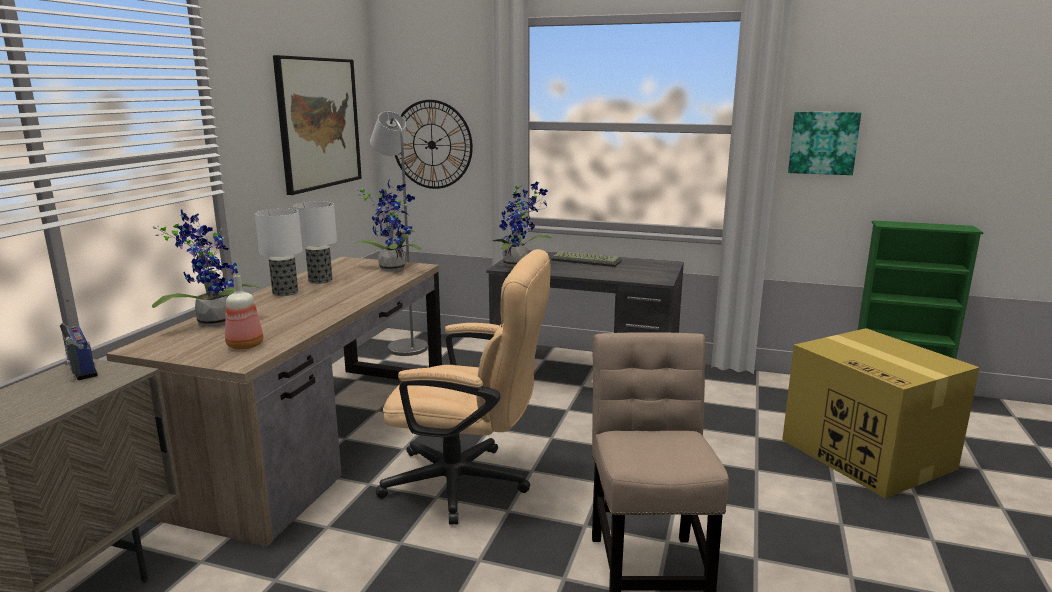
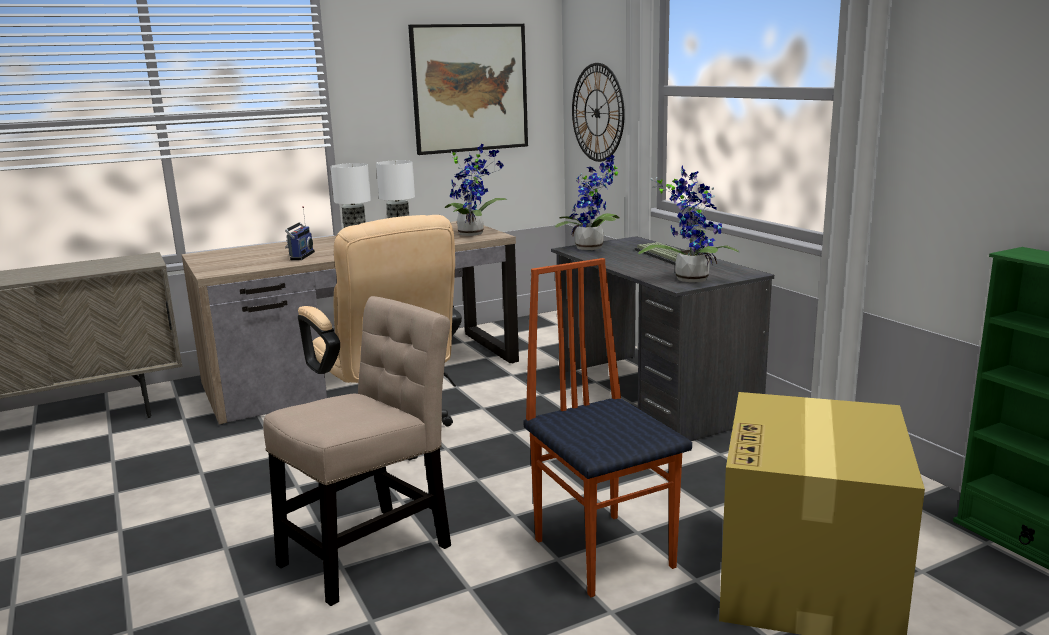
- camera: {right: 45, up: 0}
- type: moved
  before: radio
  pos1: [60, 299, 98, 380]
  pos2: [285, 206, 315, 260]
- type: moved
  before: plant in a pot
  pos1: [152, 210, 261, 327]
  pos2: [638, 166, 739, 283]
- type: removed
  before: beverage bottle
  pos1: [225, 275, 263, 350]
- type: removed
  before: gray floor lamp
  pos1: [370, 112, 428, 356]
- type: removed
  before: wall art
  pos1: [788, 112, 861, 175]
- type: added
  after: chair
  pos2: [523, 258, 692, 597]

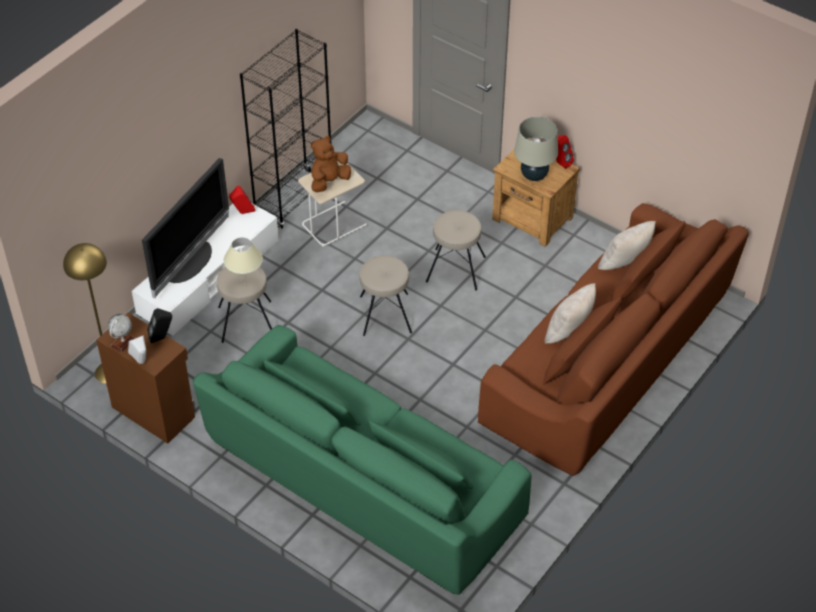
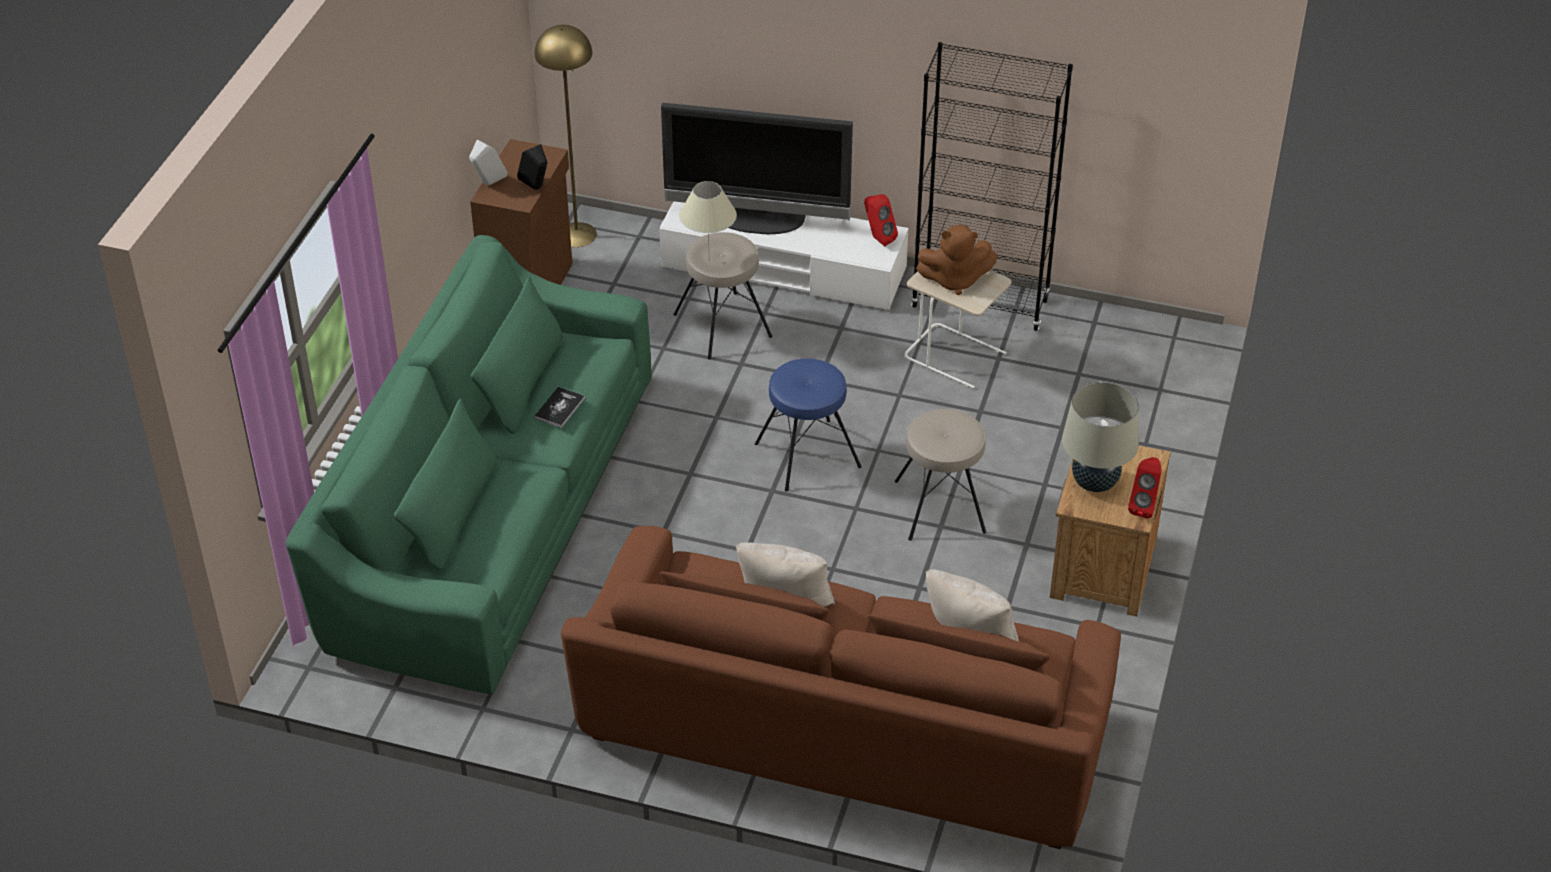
- camera: {right: 70, up: -5}
- type: removed
  before: globe
  pos1: [108, 314, 135, 352]
- type: turned
  before: brown cuddly toy
  pos1: [311, 136, 351, 192]
  pos2: [916, 225, 998, 295]
  turn: 150
- type: recoloured
  before: beige-coloured stool
  after: blue stool
  pos1: [359, 255, 412, 336]
  pos2: [755, 358, 861, 492]
- type: added
  after: volume
  pos2: [534, 387, 585, 428]

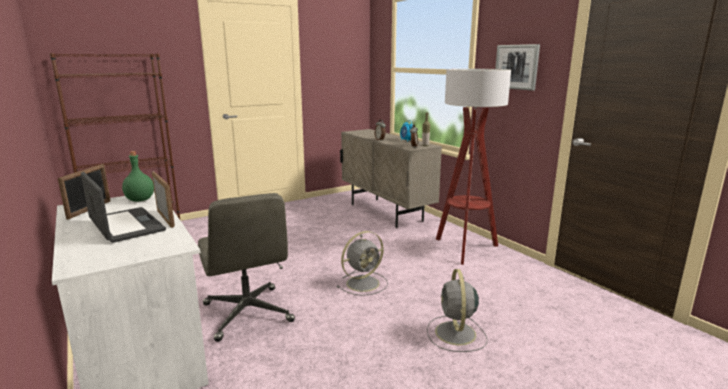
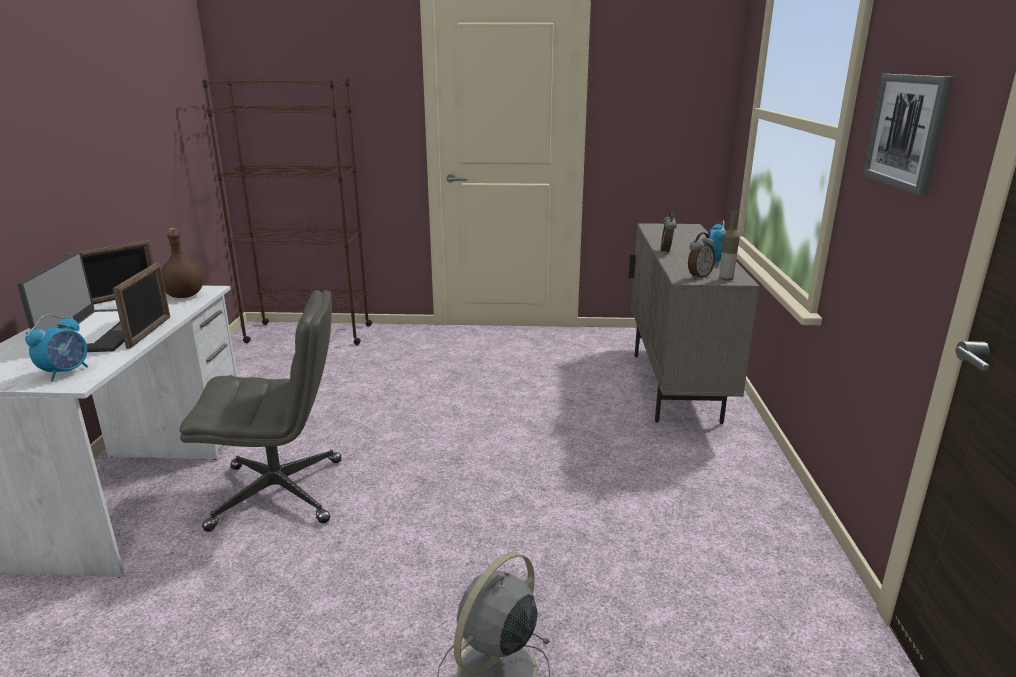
- camera: {right: 35, up: 5}
- type: recoloured
  before: greenish beverage bottle
  after: brown beverage bottle
  pos1: [122, 151, 154, 202]
  pos2: [161, 228, 203, 298]
- type: turned
  before: gray office chair
  pos1: [198, 193, 295, 342]
  pos2: [180, 290, 341, 532]
  turn: -105
- type: removed
  before: gray cooling fan
  pos1: [337, 231, 388, 296]
- type: removed
  before: floor lamp
  pos1: [436, 69, 511, 265]
- type: added
  after: alarm clock
  pos2: [25, 315, 88, 382]

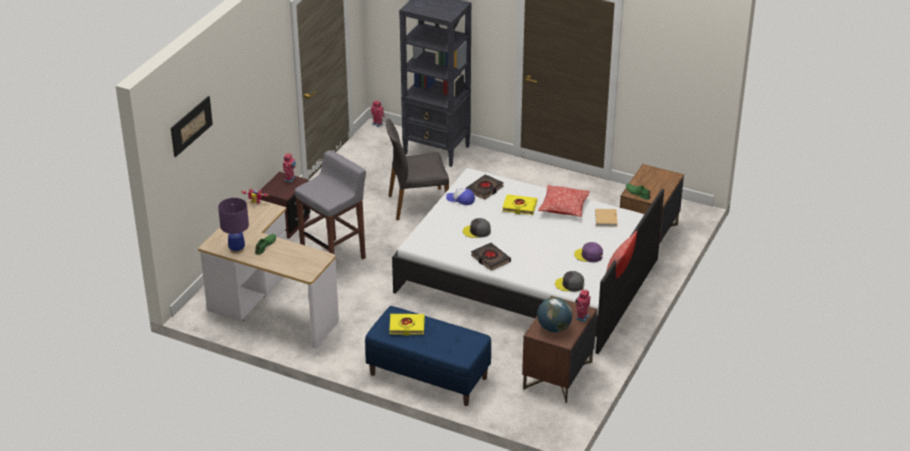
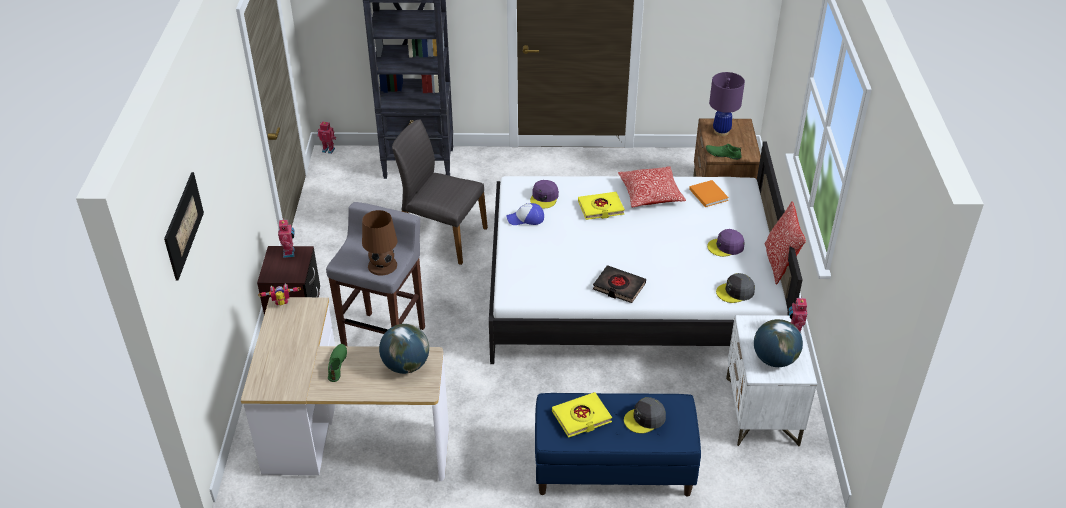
- camera: {right: -25, up: 5}
- type: moved
  before: purple-coloured tabletop lamp
  pos1: [218, 198, 249, 254]
  pos2: [709, 72, 745, 136]
- type: turned
  before: gray chair
  pos1: [386, 118, 449, 220]
  pos2: [392, 119, 488, 265]
  turn: 60
- type: moved
  before: gray cap
  pos1: [463, 218, 491, 238]
  pos2: [624, 397, 666, 434]
- type: replaced
  before: blackish volume
  after: purple-coloured cap
  pos1: [466, 174, 504, 200]
  pos2: [530, 180, 559, 208]
- type: recoloured
  before: brown bedside table
  after: white bedside table
  pos1: [522, 296, 597, 403]
  pos2: [726, 315, 817, 447]
- type: recoloured
  before: beige-coloured volume
  after: orange-coloured volume
  pos1: [595, 209, 618, 227]
  pos2: [689, 180, 729, 207]
- type: added
  after: brown tabletop lamp
  pos2: [362, 210, 397, 276]
- type: added
  after: globe
  pos2: [379, 324, 429, 374]

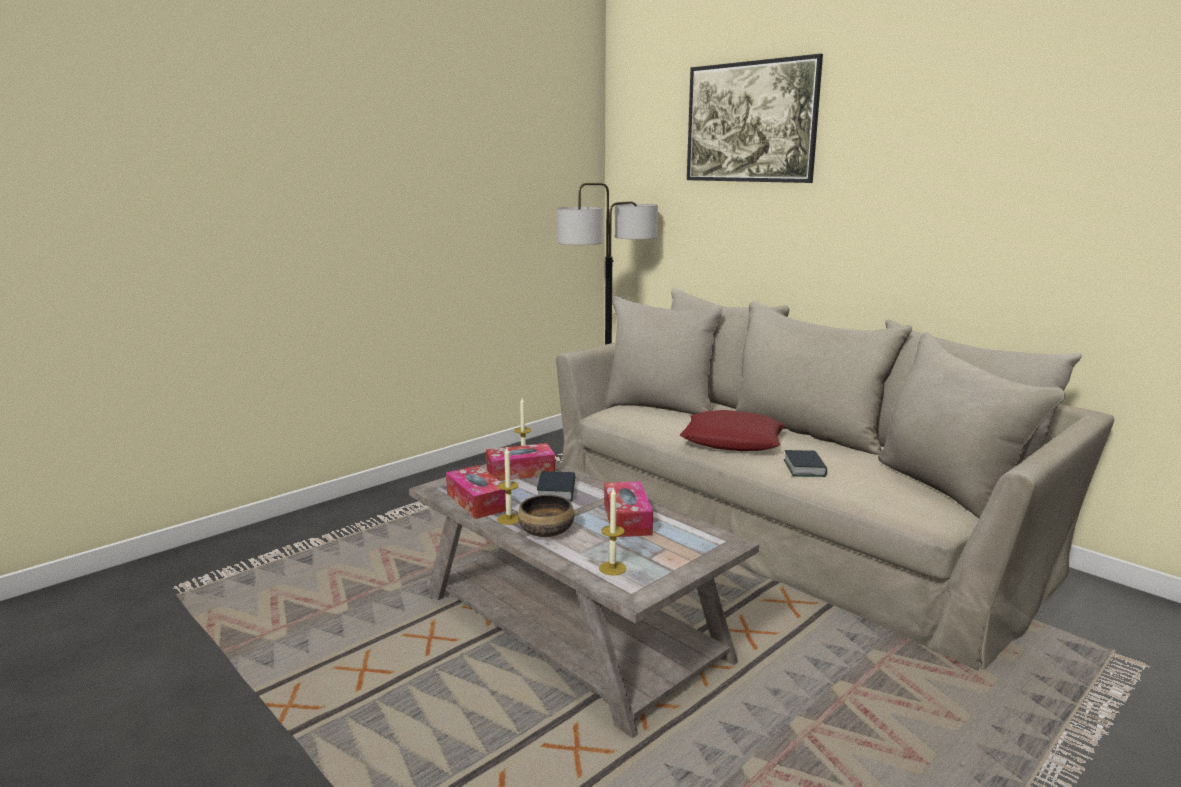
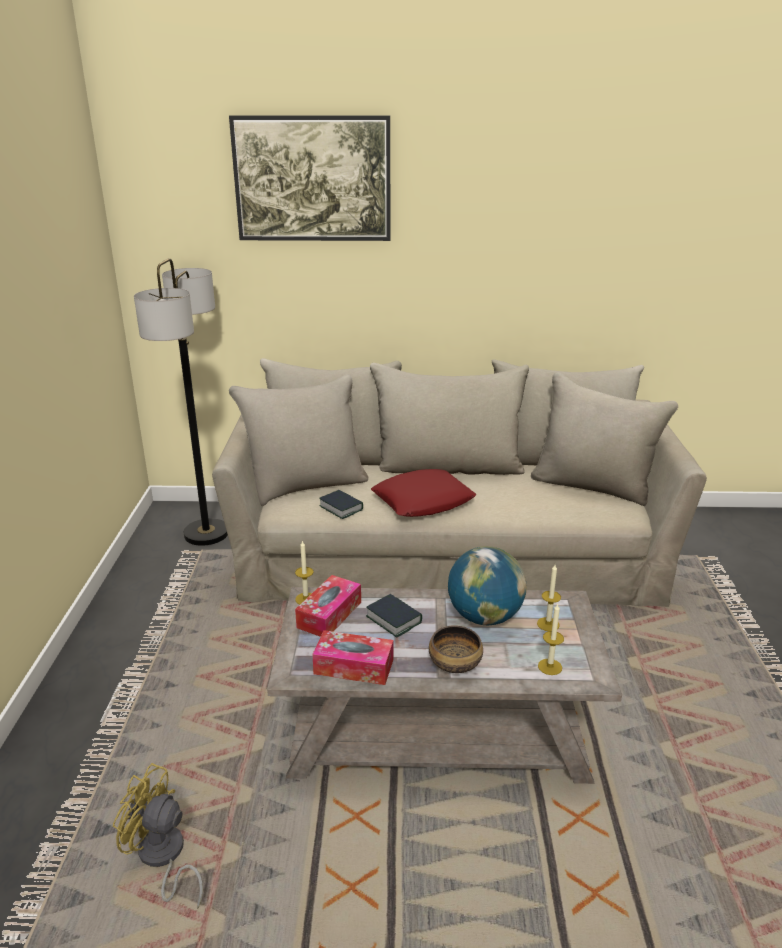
- camera: {right: -45, up: 10}
- type: moved
  before: wax candle
  pos1: [497, 448, 519, 525]
  pos2: [537, 565, 561, 631]
- type: replaced
  before: box of tissues
  after: globe
  pos1: [604, 481, 653, 537]
  pos2: [448, 546, 527, 625]
- type: moved
  before: volume
  pos1: [784, 450, 827, 477]
  pos2: [319, 490, 363, 519]
- type: added
  after: yellow cooling fan
  pos2: [113, 763, 203, 909]

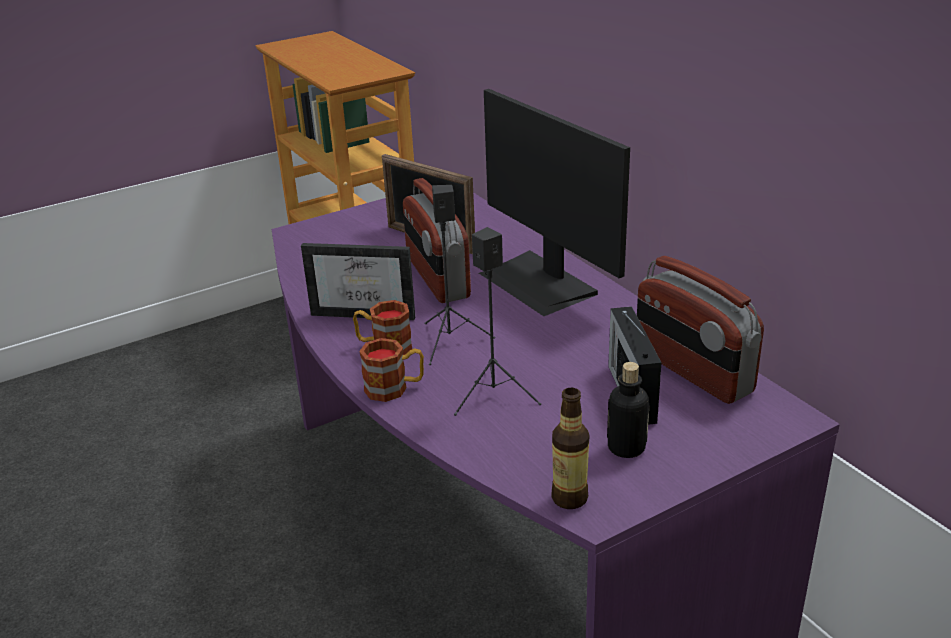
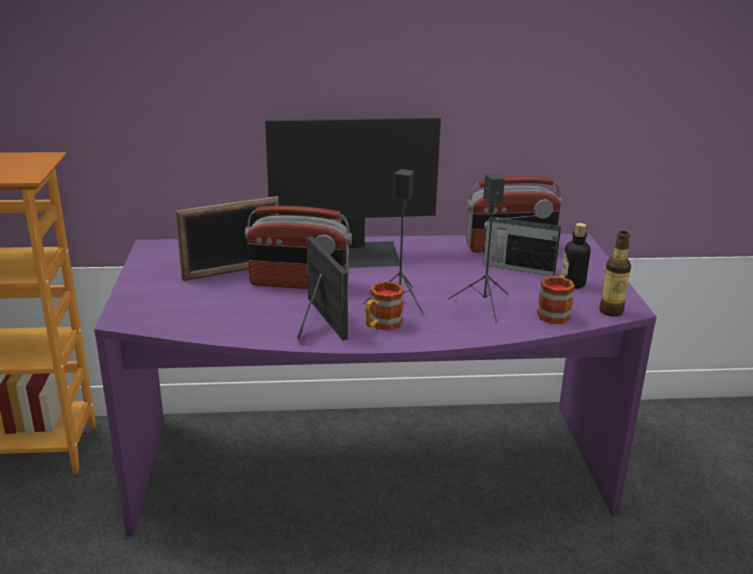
- camera: {right: -65, up: -5}
- type: turned
  before: picture frame
  pos1: [301, 243, 415, 320]
  pos2: [297, 236, 348, 340]
  turn: -60
- type: moved
  before: mug
  pos1: [359, 338, 424, 402]
  pos2: [537, 275, 575, 324]

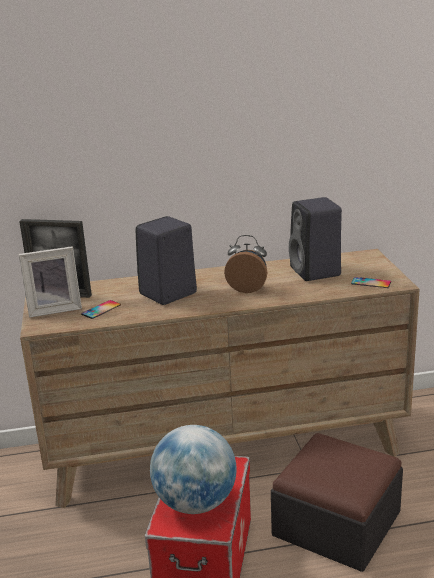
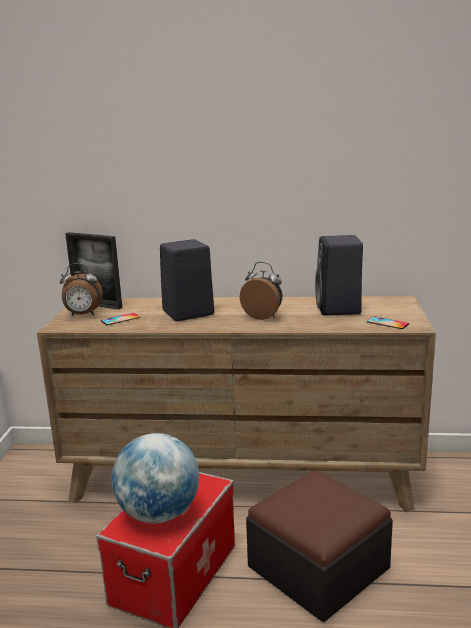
- camera: {right: 15, up: -5}
- type: replaced
  before: picture frame
  after: alarm clock
  pos1: [19, 246, 82, 318]
  pos2: [60, 263, 103, 316]

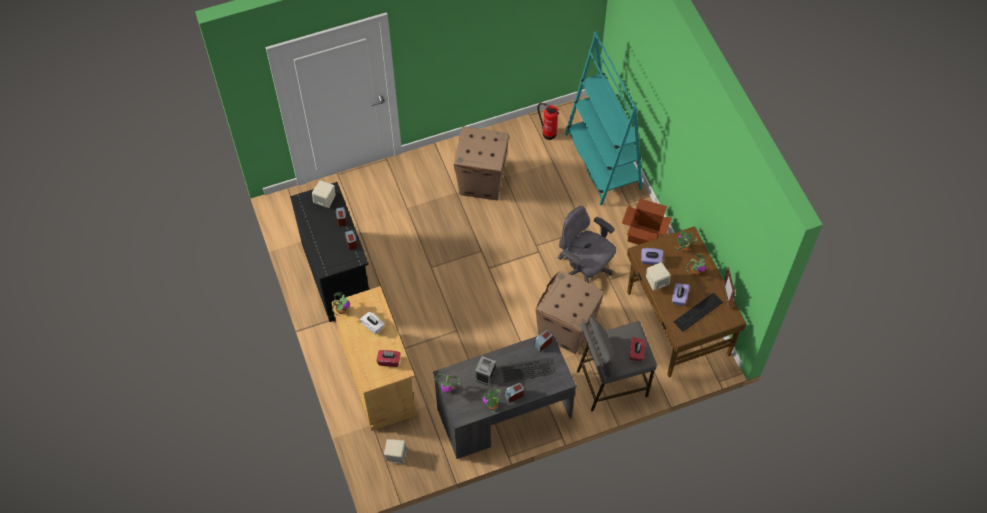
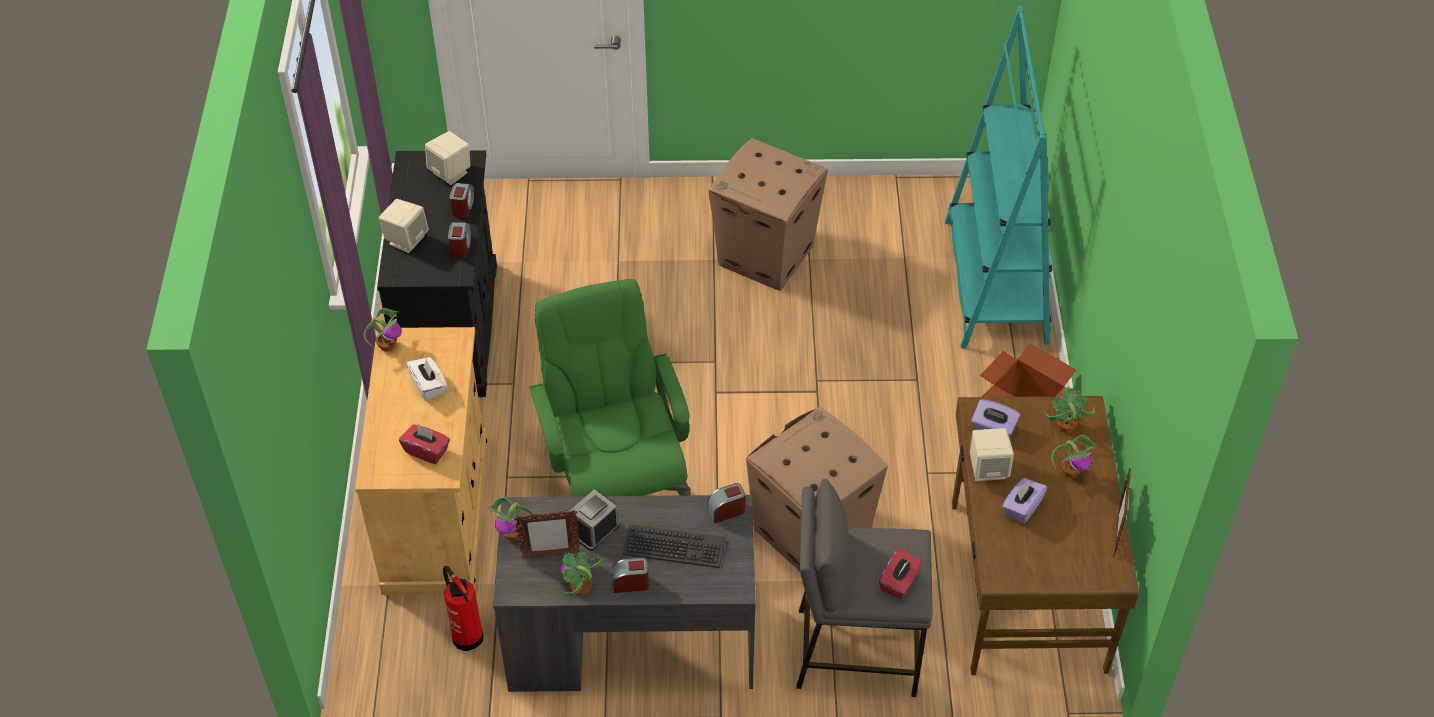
- camera: {right: 20, up: -10}
- type: moved
  before: beige-coloured speaker
  pos1: [384, 439, 407, 464]
  pos2: [379, 199, 429, 253]
- type: moved
  before: extinguisher
  pos1: [537, 103, 560, 140]
  pos2: [443, 566, 484, 651]
- type: removed
  before: gray office chair
  pos1: [557, 206, 616, 283]
- type: removed
  before: computer keyboard
  pos1: [674, 292, 723, 332]
- type: added
  after: picture frame
  pos2: [514, 509, 580, 559]
- type: added
  after: greenish office chair
  pos2: [529, 279, 691, 497]

